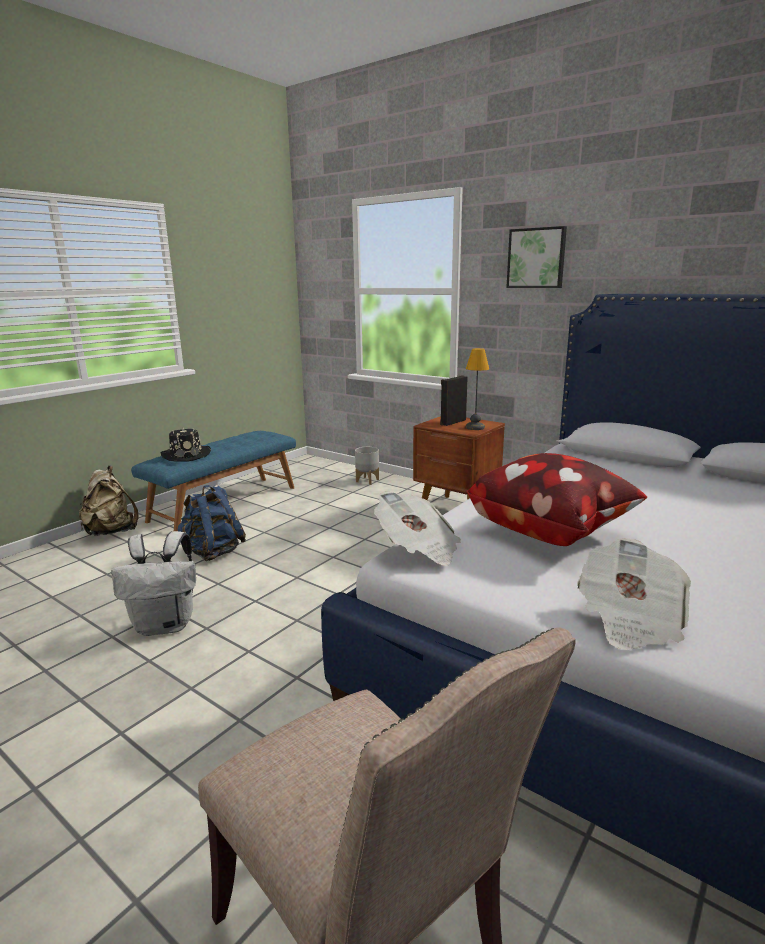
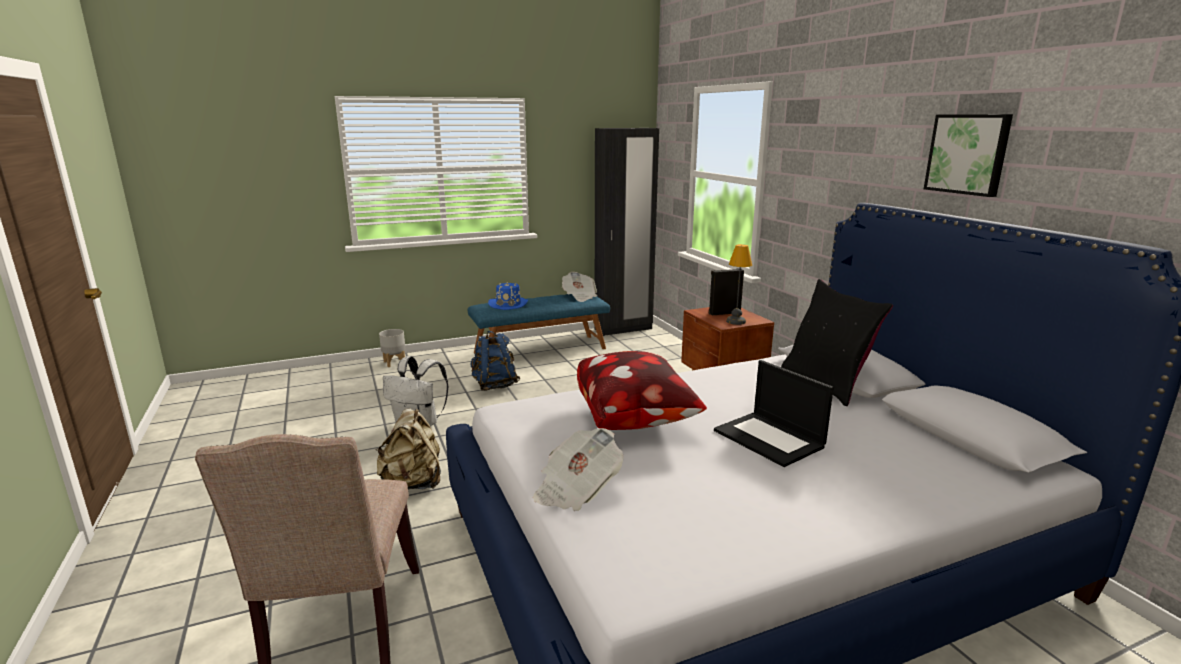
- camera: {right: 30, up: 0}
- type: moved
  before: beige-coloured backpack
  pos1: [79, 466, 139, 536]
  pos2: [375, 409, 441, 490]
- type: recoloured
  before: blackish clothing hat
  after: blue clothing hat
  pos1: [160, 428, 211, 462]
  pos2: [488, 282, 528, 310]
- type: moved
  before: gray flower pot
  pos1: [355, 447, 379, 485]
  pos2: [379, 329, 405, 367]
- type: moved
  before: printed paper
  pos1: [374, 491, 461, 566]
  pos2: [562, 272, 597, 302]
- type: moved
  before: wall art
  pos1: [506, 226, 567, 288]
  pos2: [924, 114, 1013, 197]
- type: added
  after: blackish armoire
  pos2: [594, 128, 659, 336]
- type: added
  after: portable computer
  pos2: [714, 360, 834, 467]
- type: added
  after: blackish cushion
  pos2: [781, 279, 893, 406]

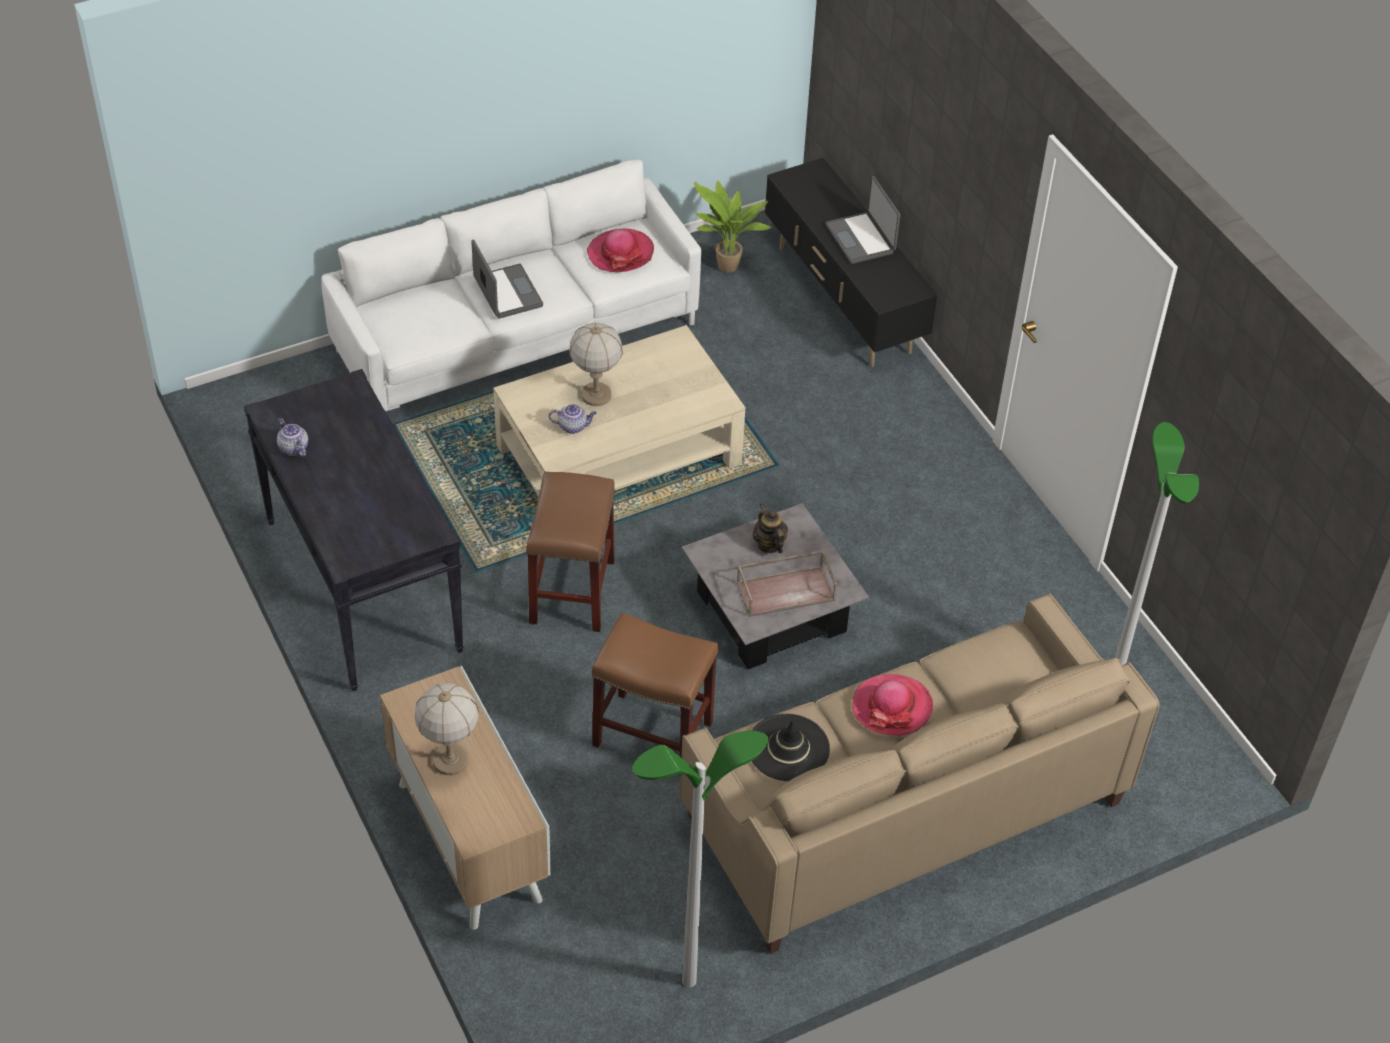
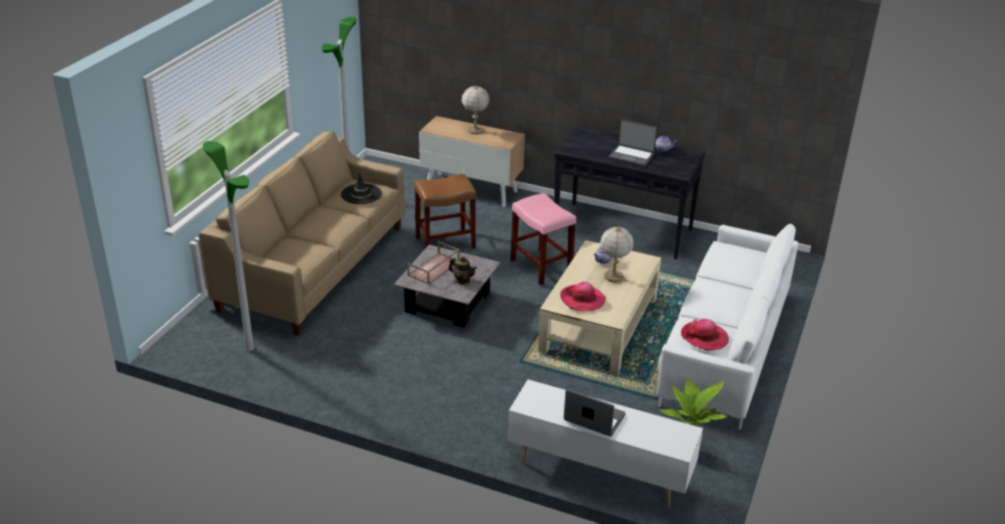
- camera: {right: 140, up: -15}
- type: moved
  before: portable computer
  pos1: [471, 240, 543, 319]
  pos2: [609, 119, 657, 167]
- type: recoloured
  before: brown stool
  after: pink-coloured stool
  pos1: [526, 472, 615, 632]
  pos2: [510, 193, 576, 286]
- type: recoloured
  before: blackish media console
  after: white media console
  pos1: [765, 158, 937, 367]
  pos2: [508, 380, 703, 508]
- type: moved
  before: clothing hat
  pos1: [852, 674, 933, 735]
  pos2: [560, 282, 606, 312]

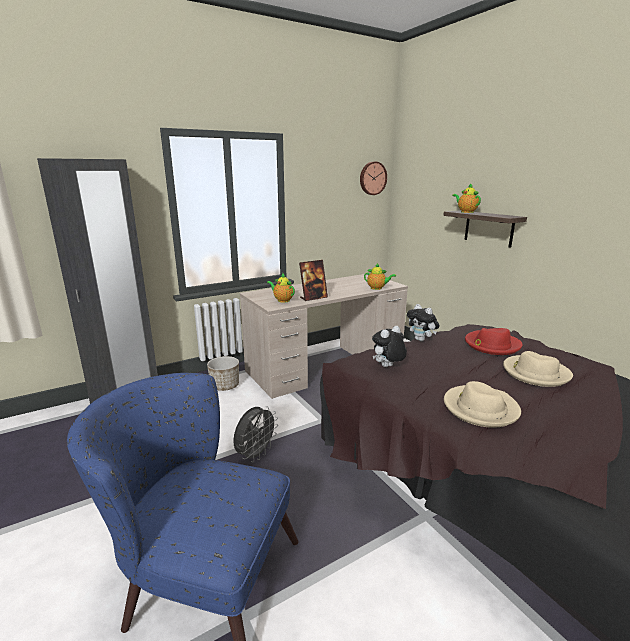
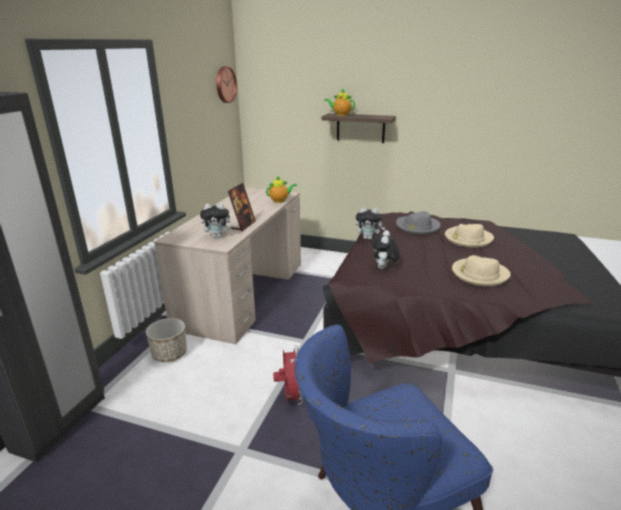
- camera: {right: -40, up: 5}
- type: recoloured
  before: gray cooling fan
  after: reddish cooling fan
  pos1: [233, 406, 278, 462]
  pos2: [273, 345, 303, 405]
- type: replaced
  before: pot for tea
  after: cuddly toy
  pos1: [267, 274, 295, 303]
  pos2: [200, 203, 234, 238]
- type: recoloured
  before: reddish clothing hat
  after: gray clothing hat
  pos1: [465, 328, 523, 355]
  pos2: [396, 211, 440, 235]

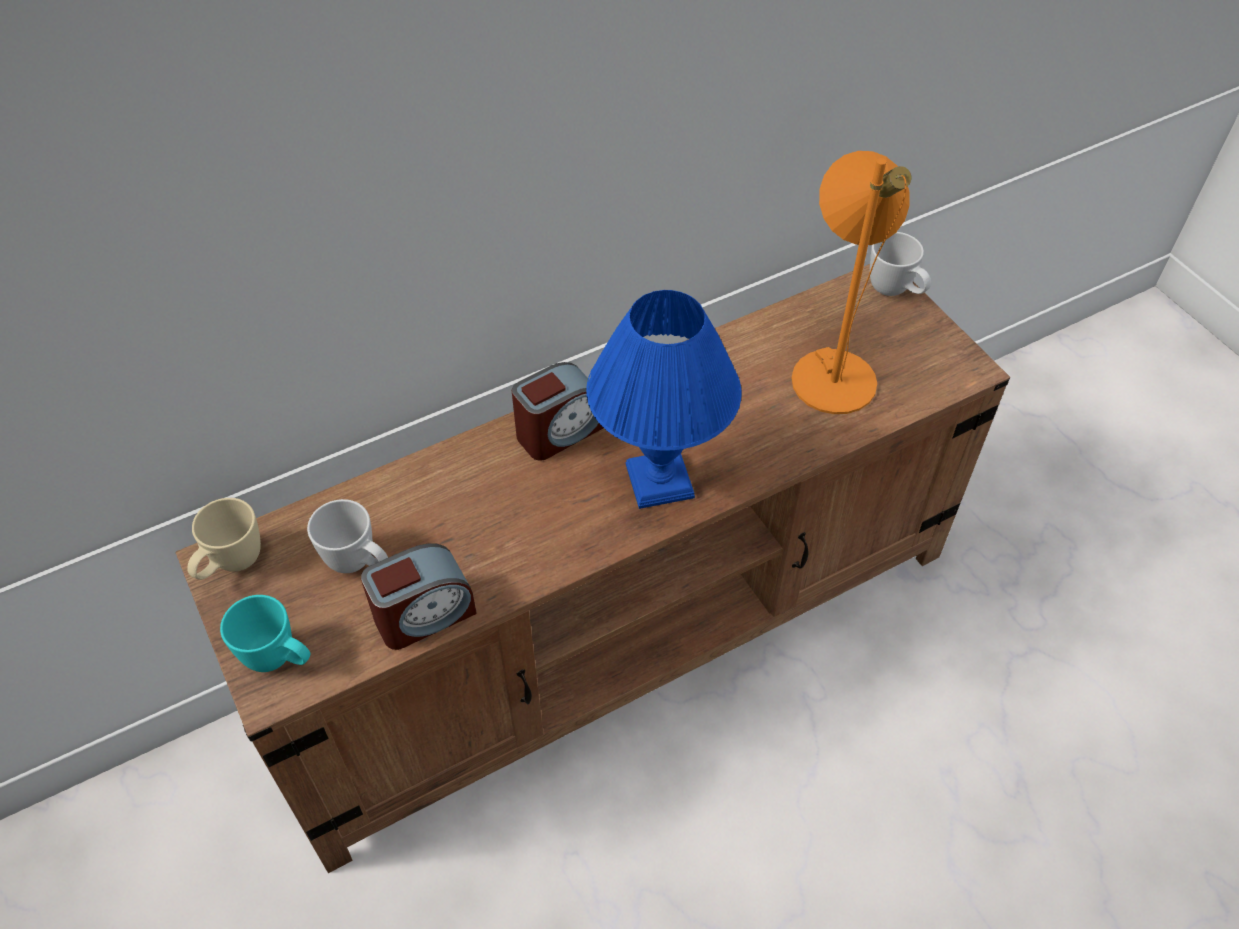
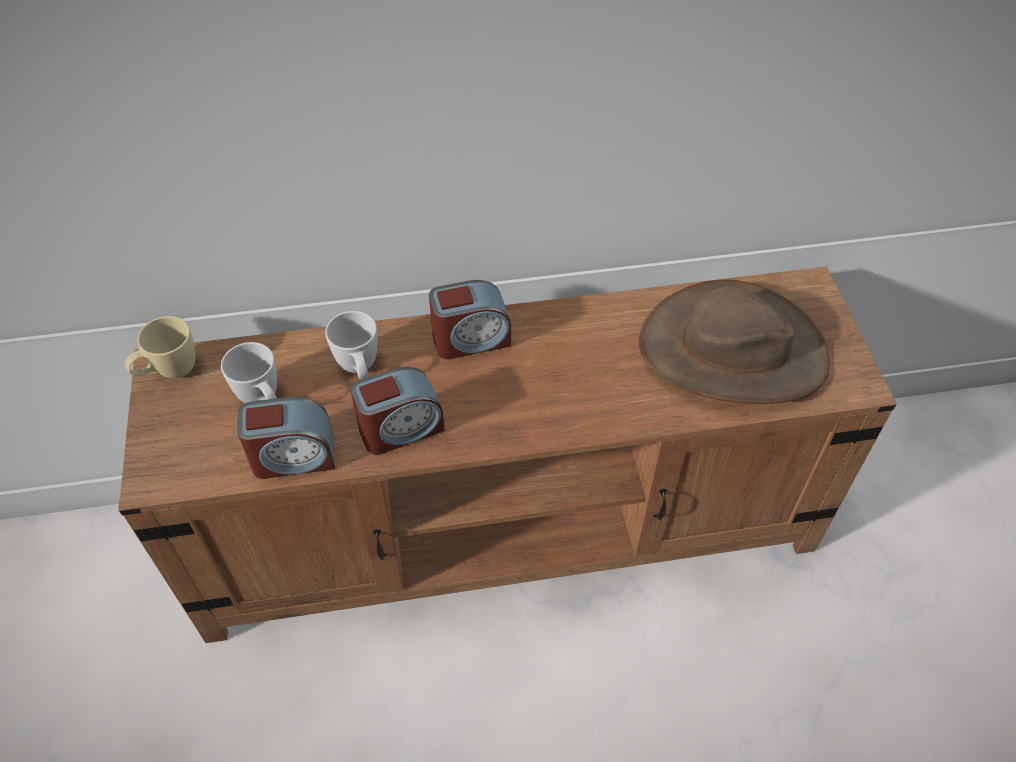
- camera: {right: 20, up: 0}
- type: removed
  before: blue-green mug
  pos1: [220, 595, 310, 672]
- type: removed
  before: blue tabletop lamp
  pos1: [586, 290, 742, 509]
- type: replaced
  before: orange-coloured tabletop lamp
  after: brown clothing hat
  pos1: [791, 151, 911, 414]
  pos2: [639, 280, 830, 404]
- type: moved
  before: white mug
  pos1: [870, 232, 931, 296]
  pos2: [325, 311, 377, 379]
- type: added
  after: alarm clock
  pos2: [350, 367, 445, 455]

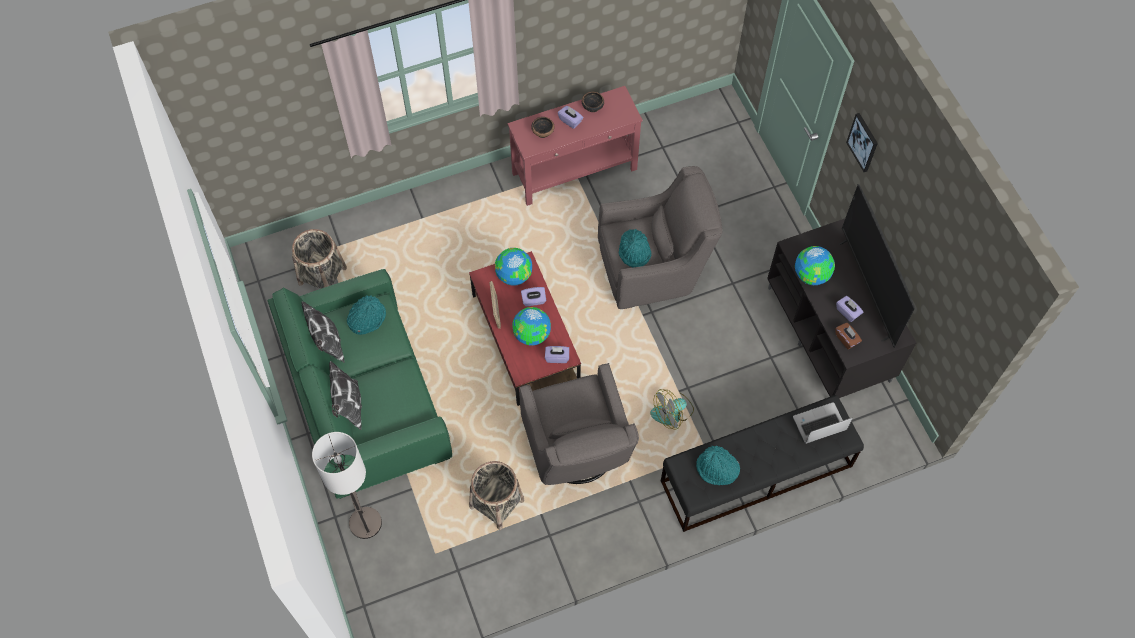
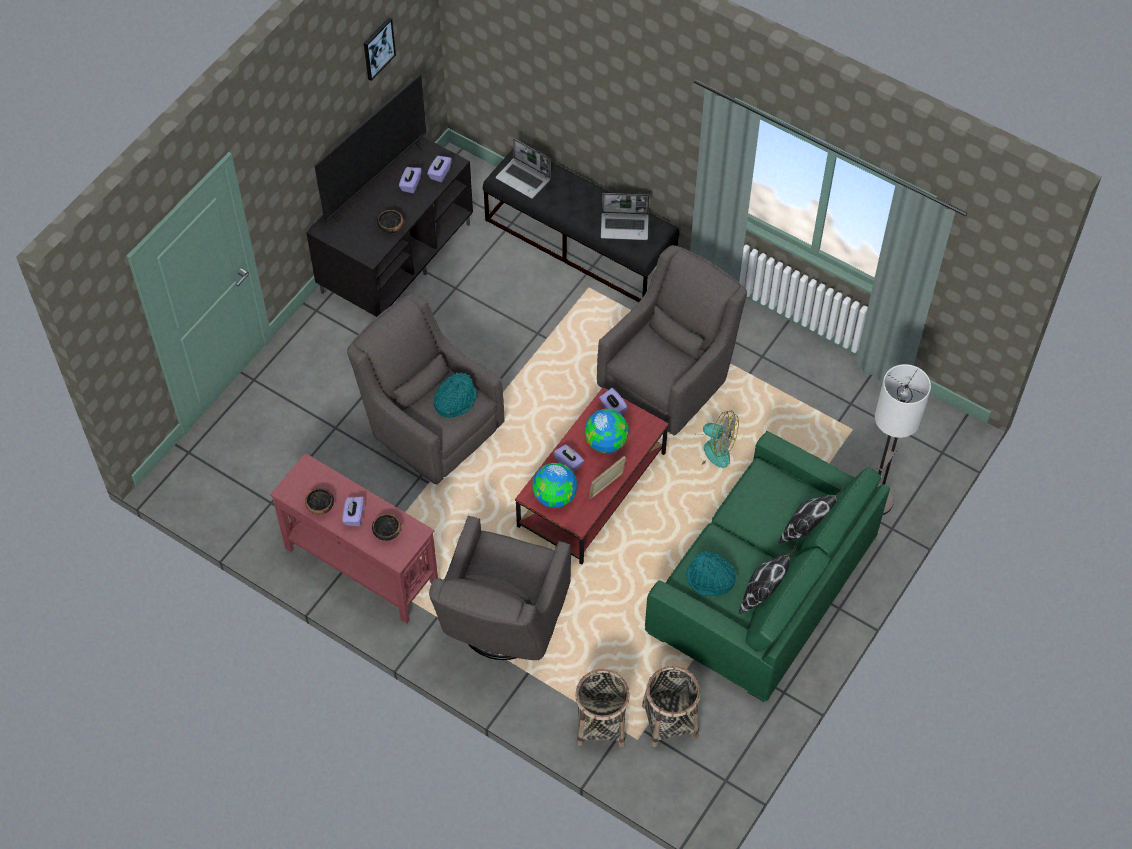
- camera: {right: -125, up: -5}
- type: moved
  before: storage basket
  pos1: [469, 461, 524, 530]
  pos2: [575, 669, 630, 747]
- type: moved
  before: cooling fan
  pos1: [650, 389, 694, 430]
  pos2: [691, 411, 739, 468]
- type: replaced
  before: blue-green clothing hat
  after: portable computer
  pos1: [696, 446, 740, 485]
  pos2: [601, 193, 650, 240]
- type: replaced
  before: globe
  after: bowl
  pos1: [795, 246, 835, 285]
  pos2: [377, 210, 403, 234]
- type: recoloured
  before: brown box of tissues
  after: purple-coloured box of tissues
  pos1: [835, 323, 862, 349]
  pos2: [427, 156, 452, 182]
- type: moved
  before: wall art
  pos1: [846, 113, 878, 172]
  pos2: [364, 17, 396, 81]
- type: added
  after: gray easy chair
  pos2: [429, 515, 571, 660]

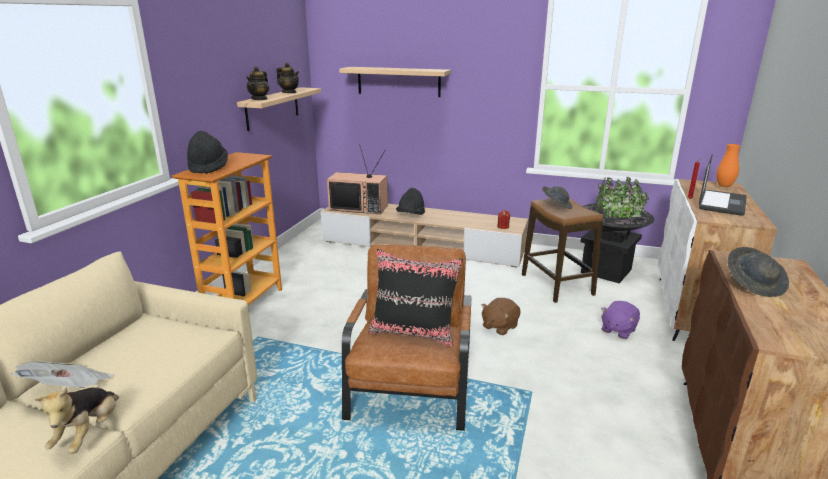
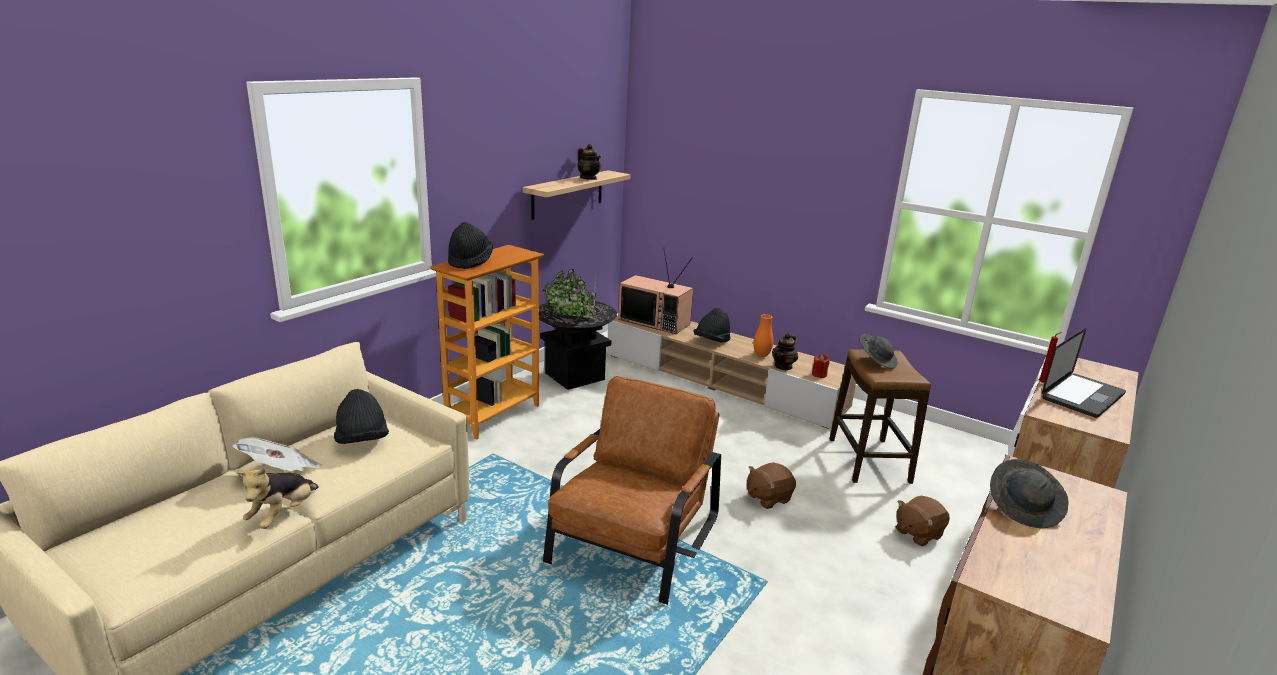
- camera: {right: 15, up: 0}
- type: moved
  before: pot for tea
  pos1: [246, 66, 269, 100]
  pos2: [772, 333, 798, 371]
- type: removed
  before: bracket shelf
  pos1: [339, 67, 451, 97]
- type: removed
  before: blackish cushion
  pos1: [369, 249, 463, 347]
- type: moved
  before: blackish flower pot
  pos1: [580, 177, 655, 283]
  pos2: [539, 269, 617, 390]
- type: recoloured
  before: purple-coloured cuddly toy
  after: brown cuddly toy
  pos1: [601, 301, 640, 339]
  pos2: [896, 495, 950, 546]
- type: moved
  before: orange-coloured flower vase
  pos1: [716, 144, 740, 187]
  pos2: [753, 314, 773, 357]
- type: added
  after: blackish clothing hat
  pos2: [334, 389, 389, 444]

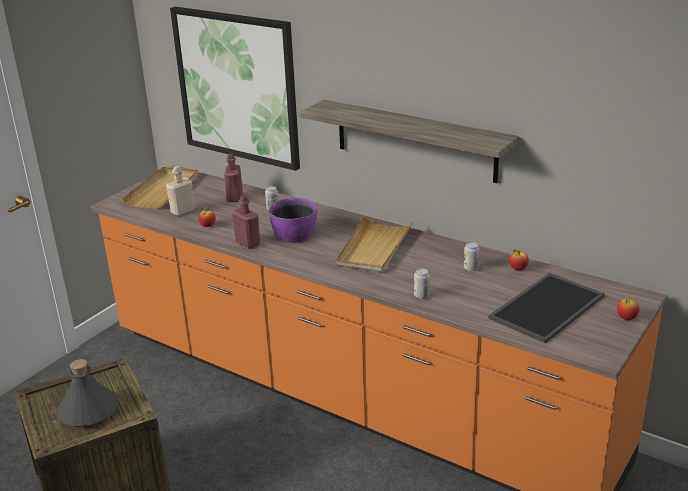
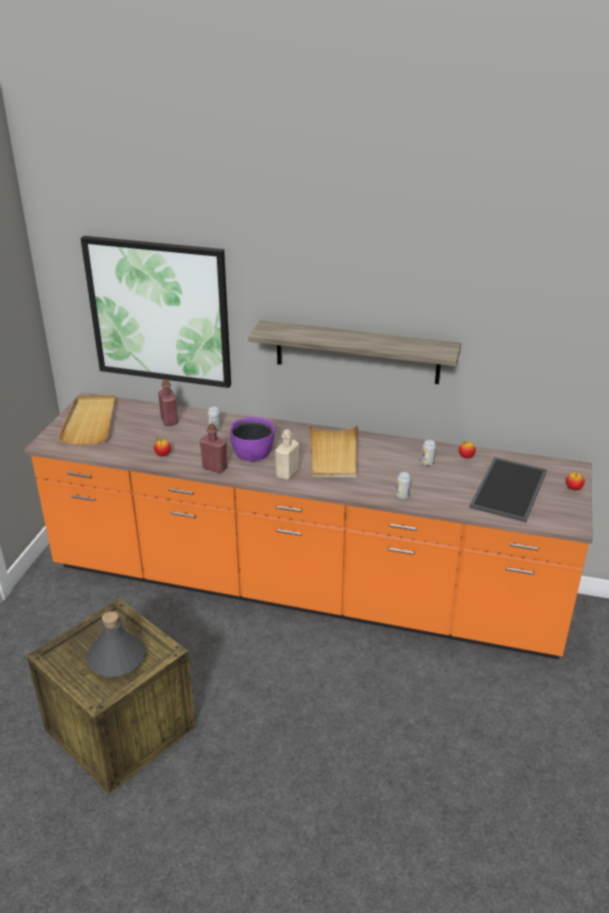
- camera: {right: -20, up: 5}
- type: moved
  before: beige-coloured beverage bottle
  pos1: [166, 166, 195, 216]
  pos2: [275, 429, 299, 480]

